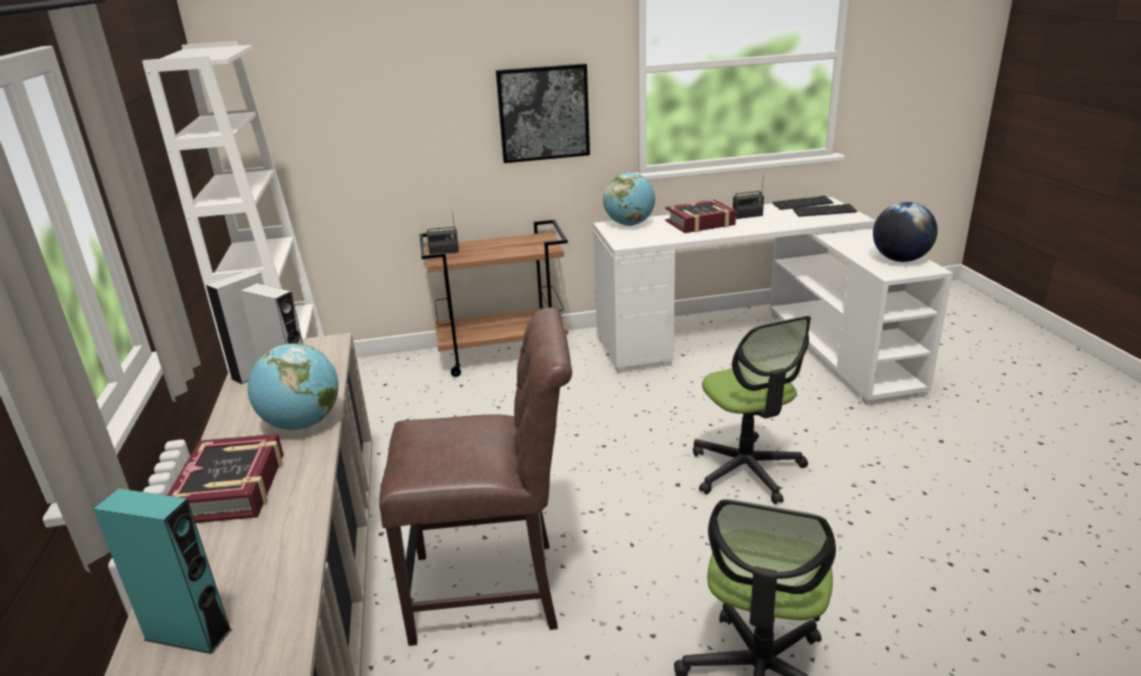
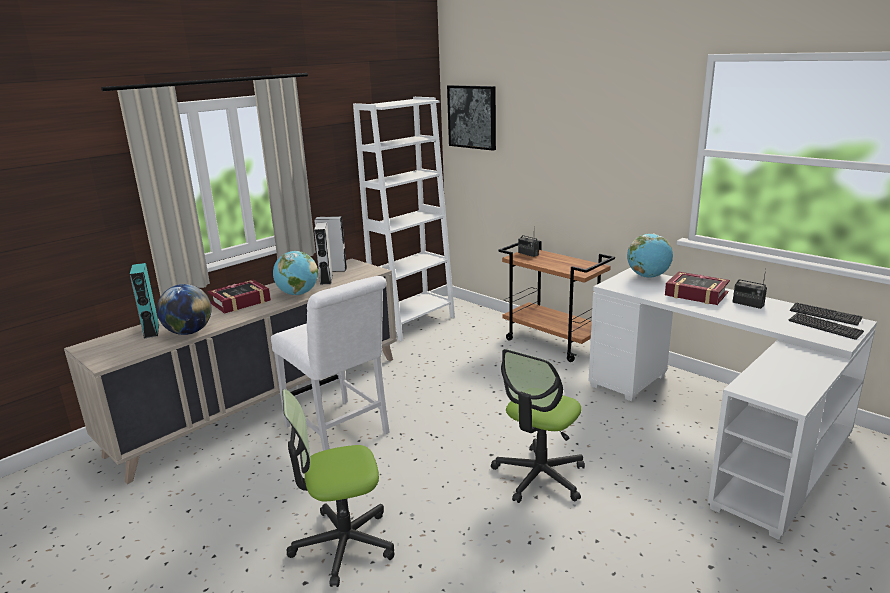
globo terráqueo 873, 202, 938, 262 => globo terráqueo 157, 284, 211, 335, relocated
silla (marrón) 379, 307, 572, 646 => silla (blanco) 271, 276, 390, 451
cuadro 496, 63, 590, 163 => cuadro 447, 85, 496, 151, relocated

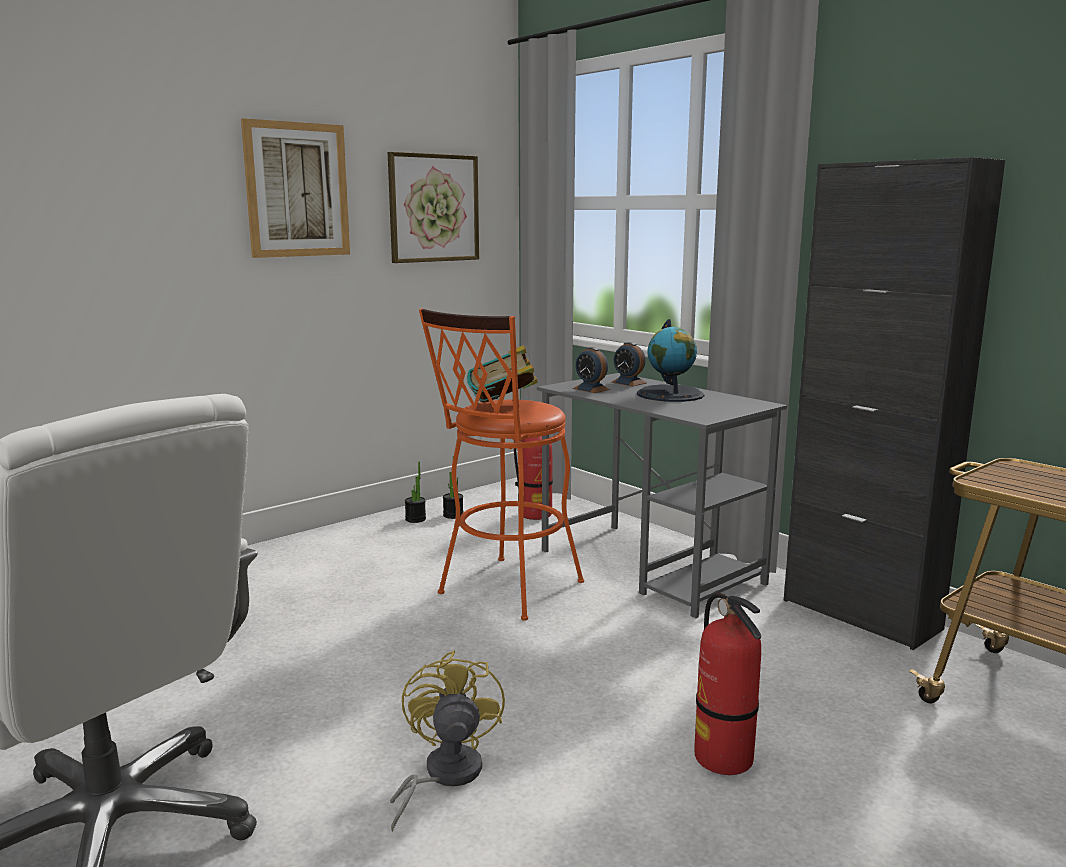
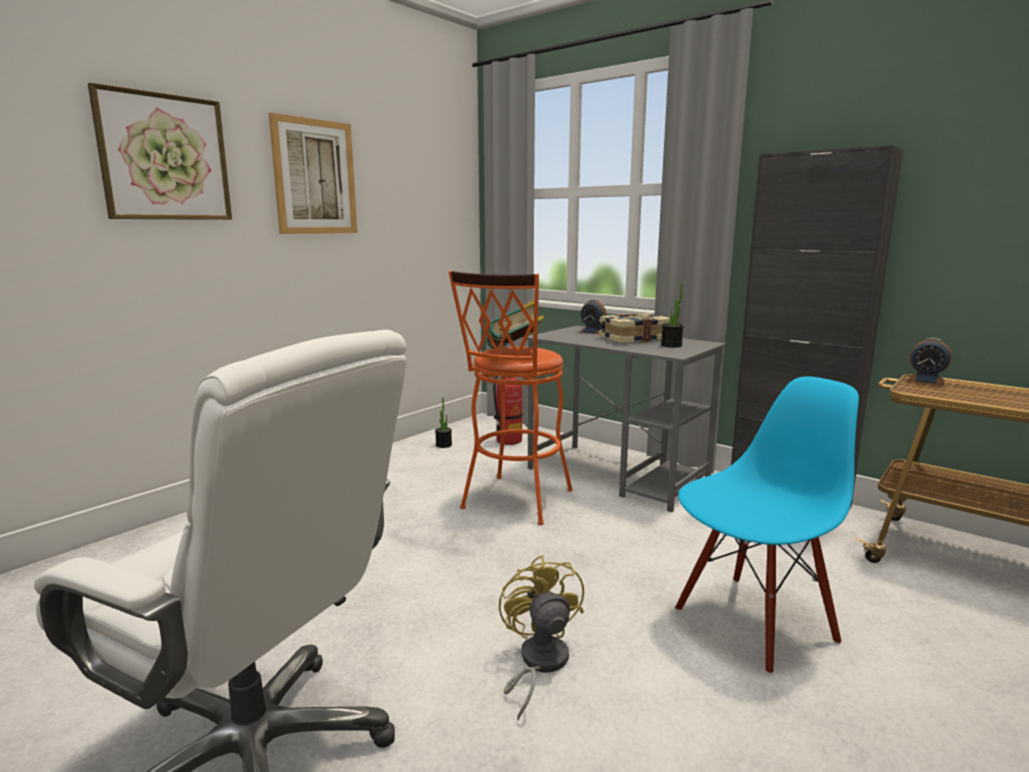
cuadro 388, 152, 479, 263 => cuadro 88, 83, 232, 220, relocated
globo terráqueo 637, 319, 705, 402 => libro 599, 313, 670, 343
planta en maceta 405, 461, 426, 523 => planta en maceta 661, 284, 684, 347, relocated
extintor 695, 593, 761, 775 => silla (azul) 675, 376, 859, 675
despertador 573, 347, 610, 393 => despertador 908, 338, 952, 385, relocated

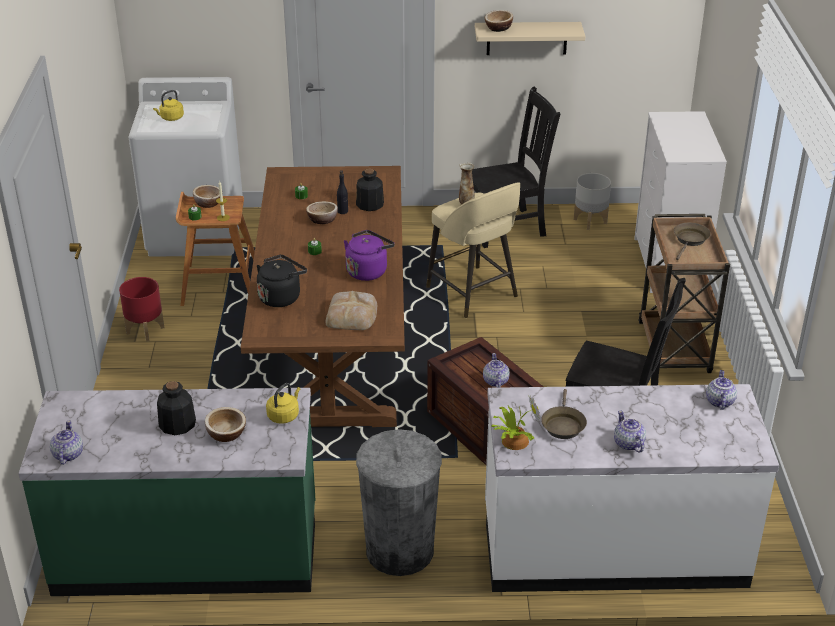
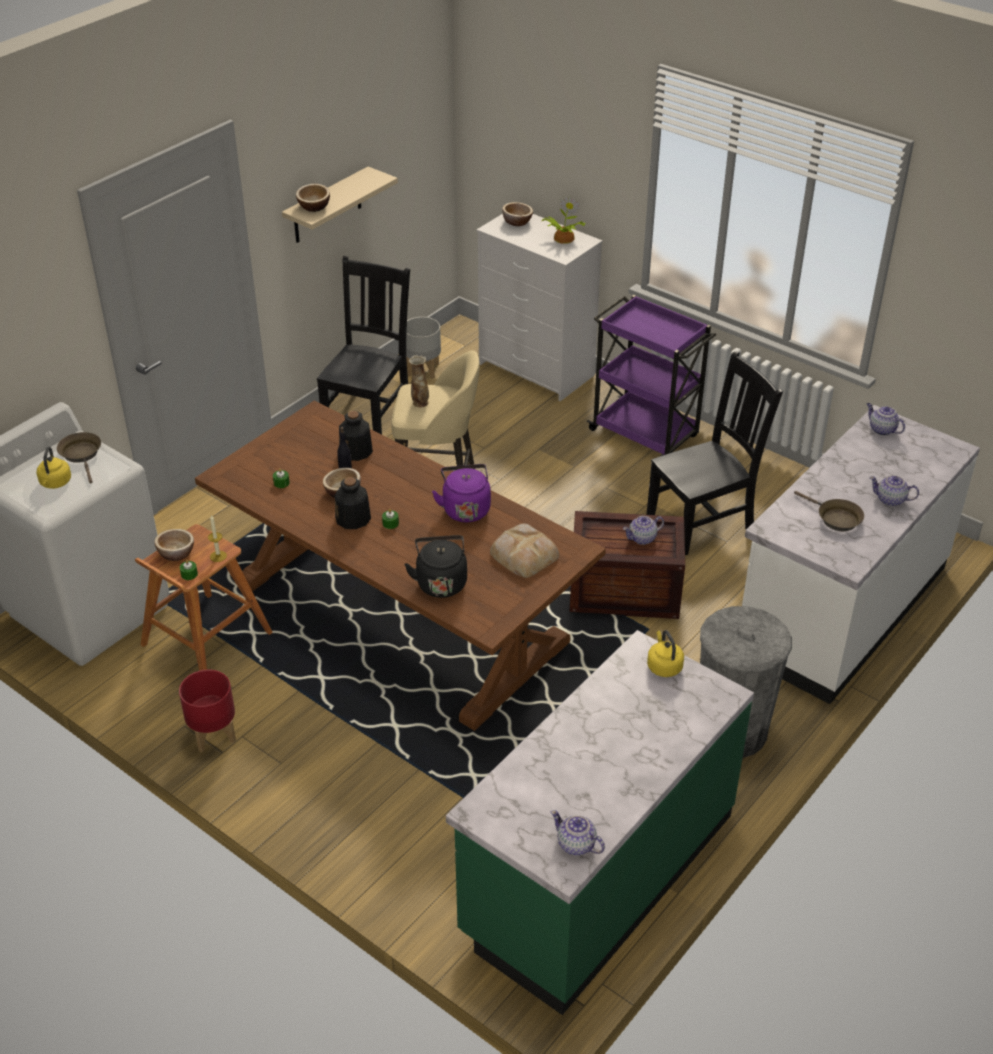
sartén (marrón) 674, 223, 711, 260 => sartén (marrón) 57, 432, 101, 483, relocated
botella 157, 381, 196, 435 => botella 335, 477, 371, 529, relocated
cuenco 205, 407, 246, 442 => cuenco 502, 202, 533, 226, relocated
planta en maceta 491, 396, 540, 450 => planta en maceta 542, 196, 585, 244, relocated
carrito (marrón) 638, 214, 730, 373 => carrito (morado) 586, 295, 716, 456
tetera 483, 353, 510, 388 => tetera 623, 516, 664, 545, 60 degrees counterclockwise

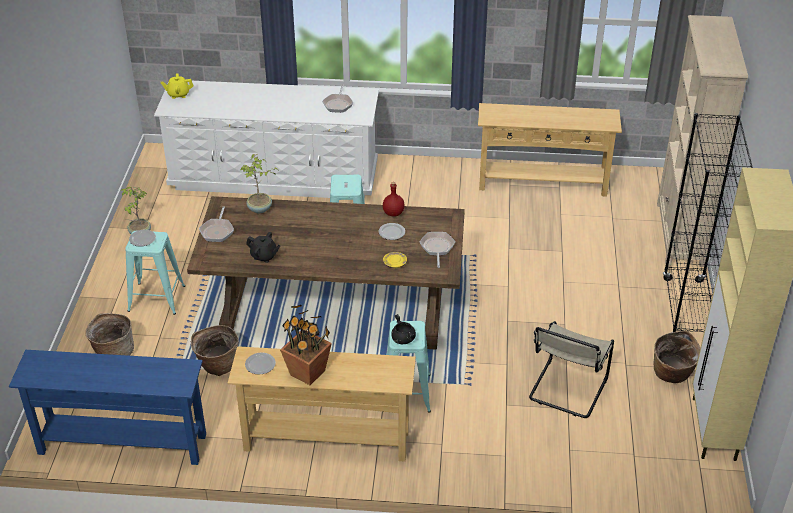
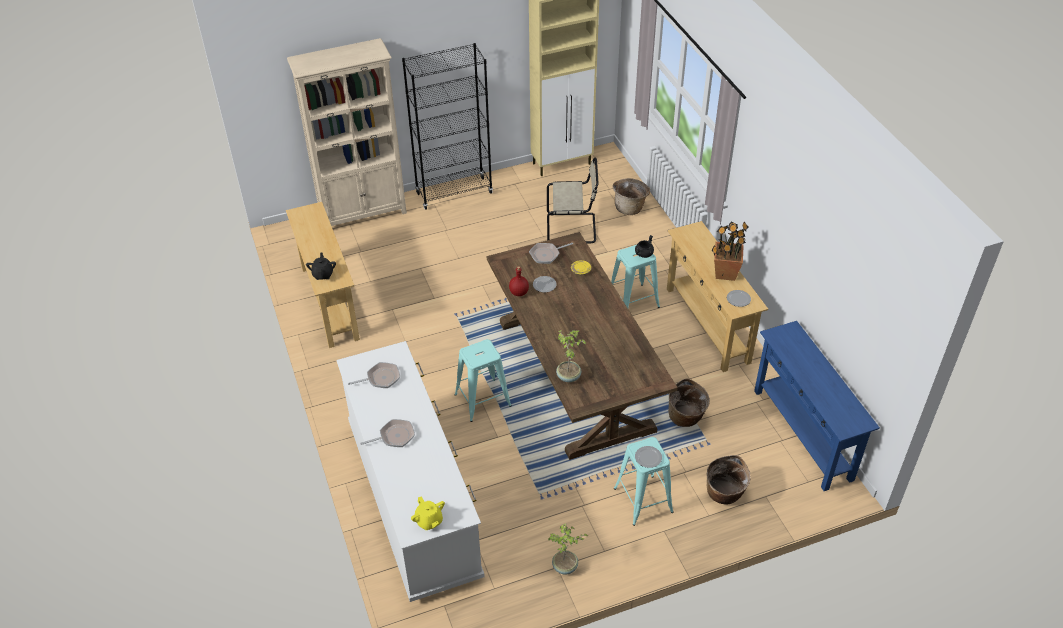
tetera (negro) 246, 232, 281, 263 => tetera (negro) 306, 252, 336, 280, relocated
sartén 199, 206, 234, 242 => sartén 360, 419, 415, 447, relocated
cesta 653, 331, 700, 383 => cesta 612, 178, 650, 215, relocated

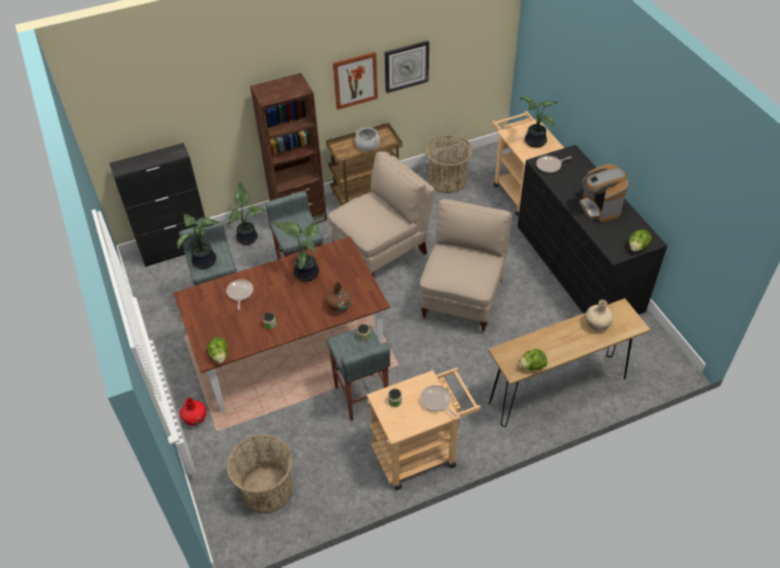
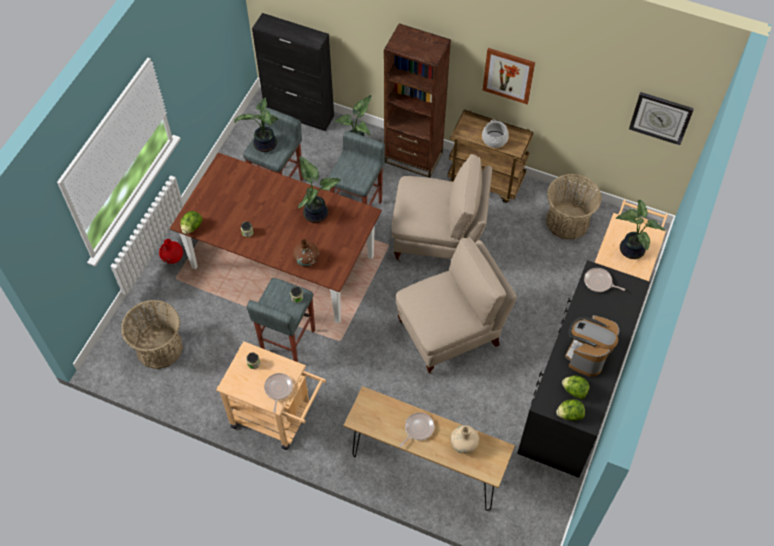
sartén 226, 279, 253, 310 => sartén 399, 412, 434, 447, relocated
lechuga 519, 349, 547, 370 => lechuga 562, 375, 590, 399, relocated
reloj de pared 385, 41, 429, 93 => reloj de pared 629, 92, 694, 145, relocated

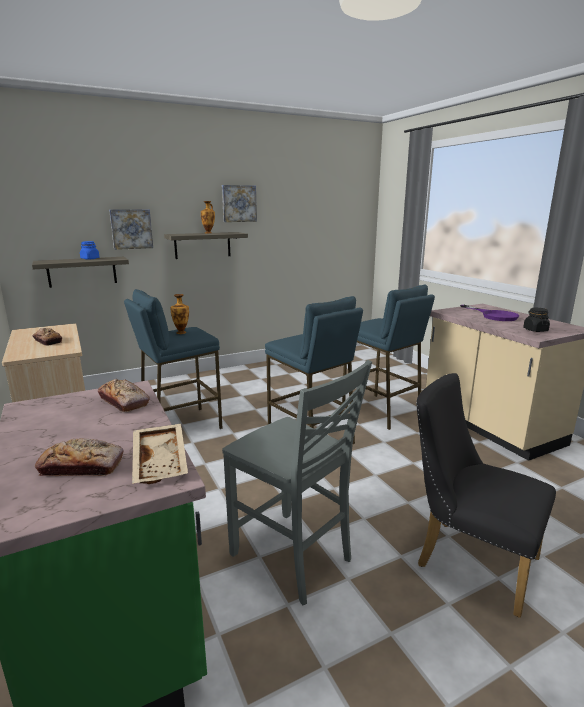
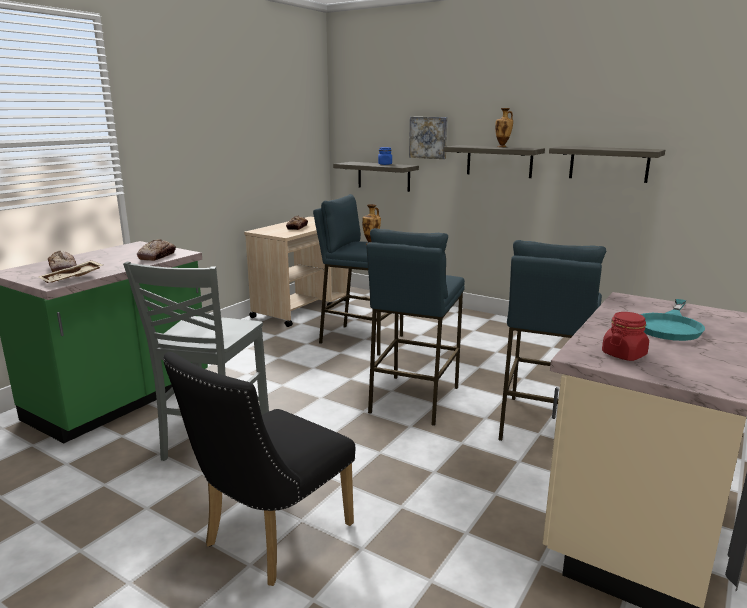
silla (negro) 416, 373, 556, 618 => silla (negro) 163, 352, 355, 586, 150 degrees counterclockwise
nothing => estante 549, 146, 665, 183
tarro (negro) 523, 308, 550, 332 => tarro (rojo) 602, 312, 649, 361
sartén (morado) 460, 305, 520, 321 => sartén (turquesa) 640, 299, 705, 341
cuadro 222, 185, 257, 222 => nothing

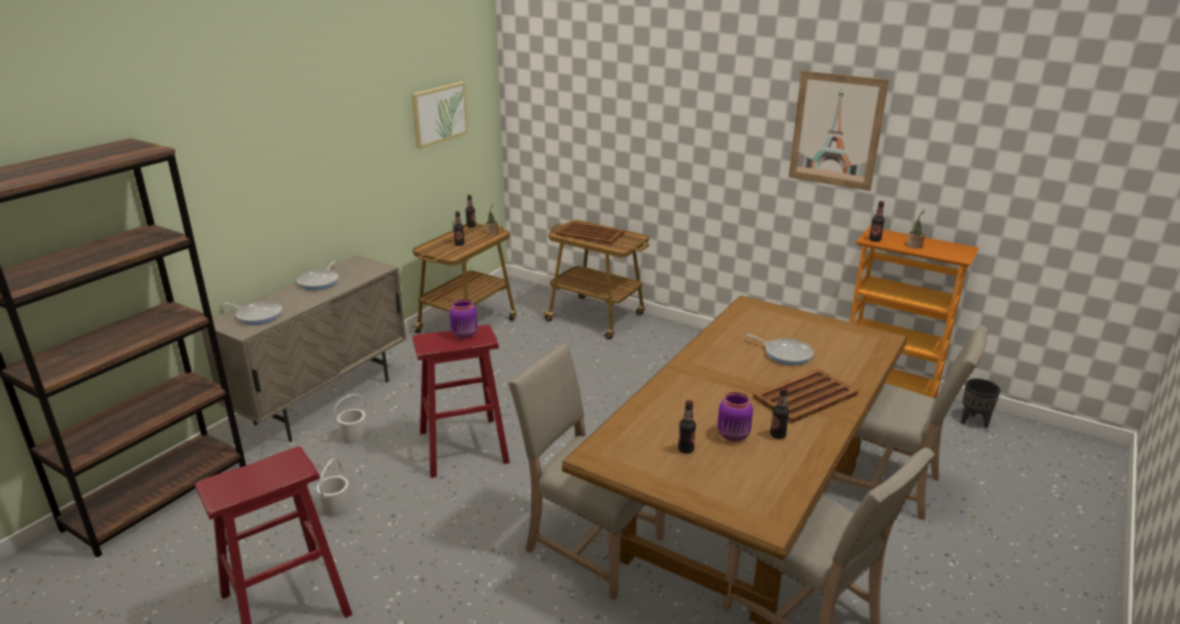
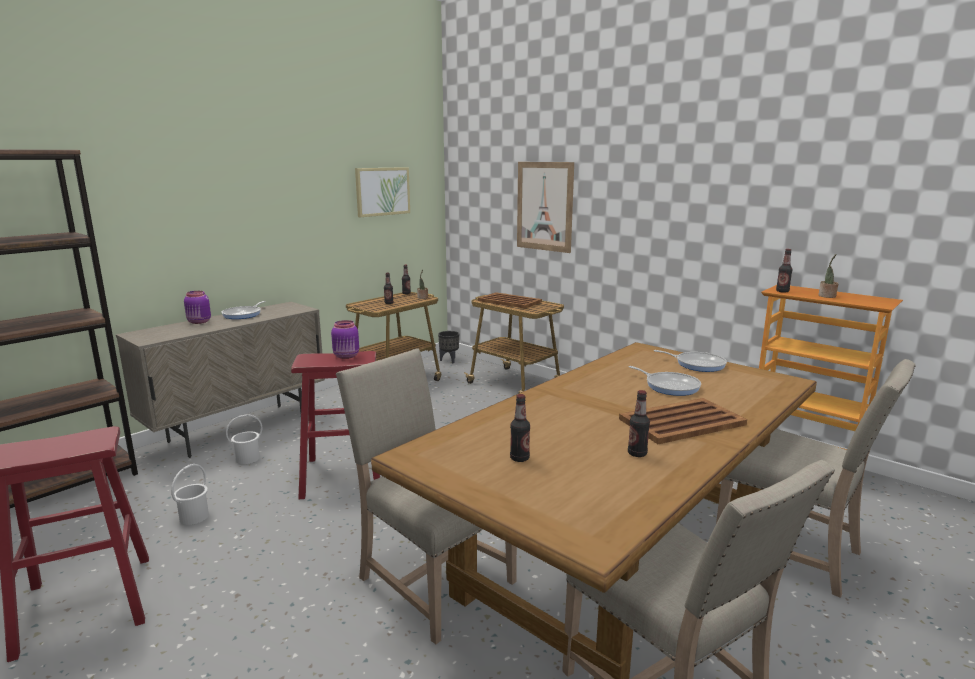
tarro (morado) 717, 392, 753, 442 => tarro (morado) 184, 291, 211, 324, relocated
maceta (negro) 961, 378, 1000, 428 => maceta (negro) 438, 331, 459, 363, relocated
cuadro 789, 71, 889, 191 => cuadro 517, 162, 574, 253, relocated
sartén 222, 301, 283, 325 => sartén 654, 350, 727, 372, relocated

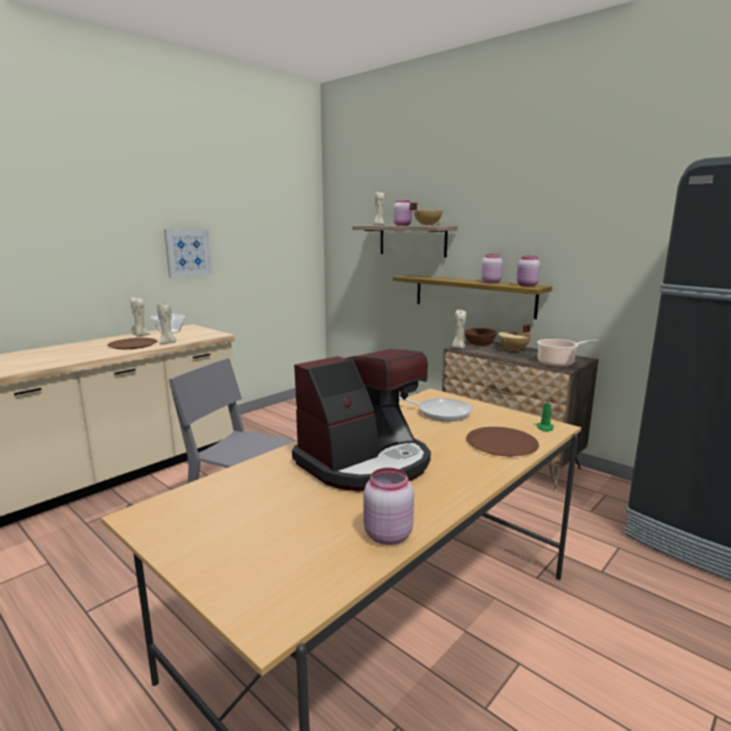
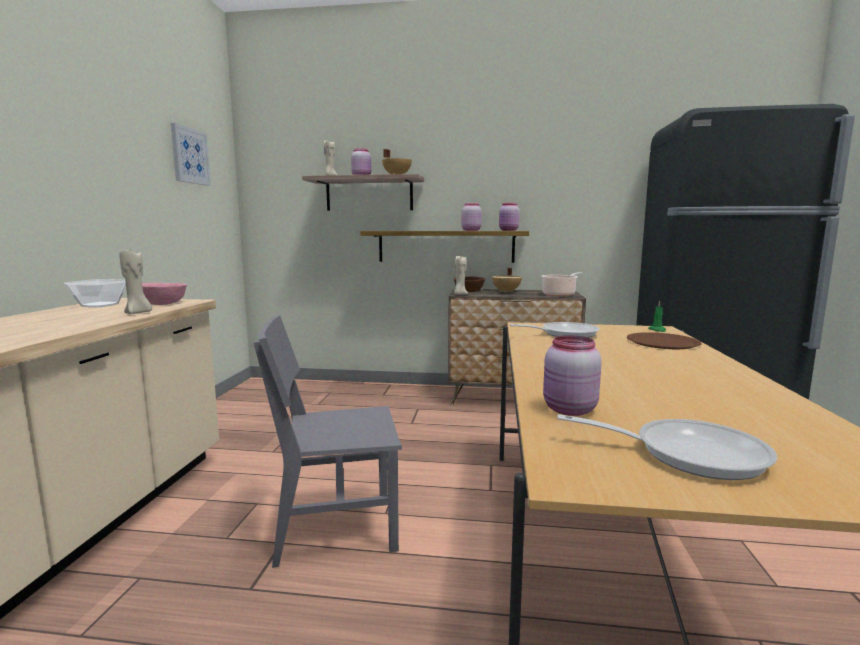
nothing => cuenco (rosa) 142, 283, 187, 305
cuadro 164, 229, 212, 278 => cuadro 171, 123, 211, 186, relocated
tarro (rosa) 364, 468, 414, 545 => tarro (rosa) 543, 335, 601, 416, relocated
nothing => sartén 557, 414, 777, 480
plato (marrón) 107, 338, 157, 349 => nothing
vela (beis) 131, 298, 150, 336 => nothing
cafetera 292, 349, 431, 491 => nothing

